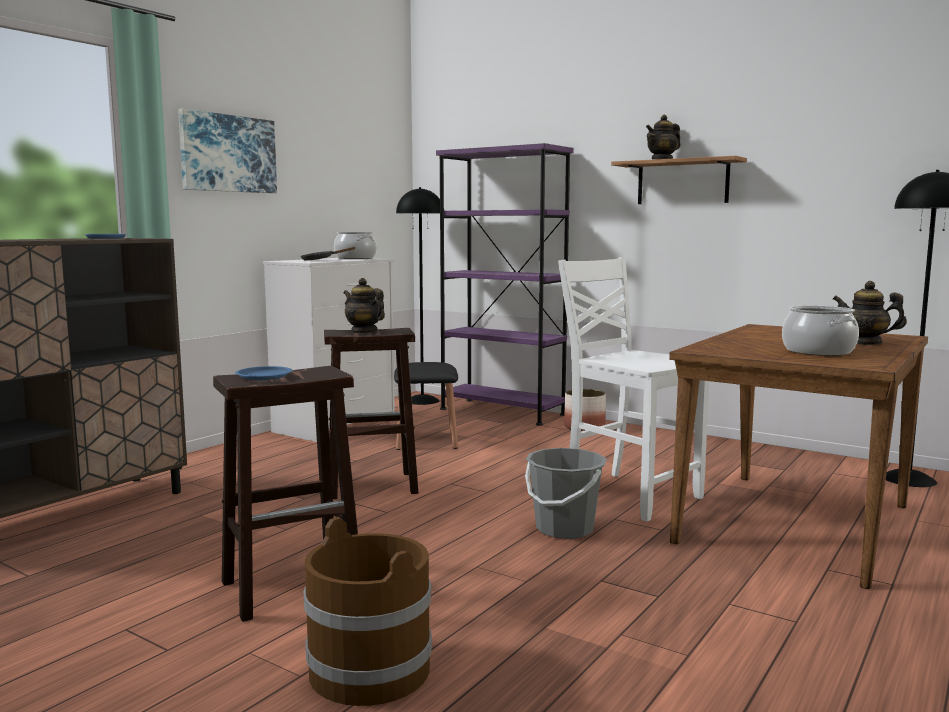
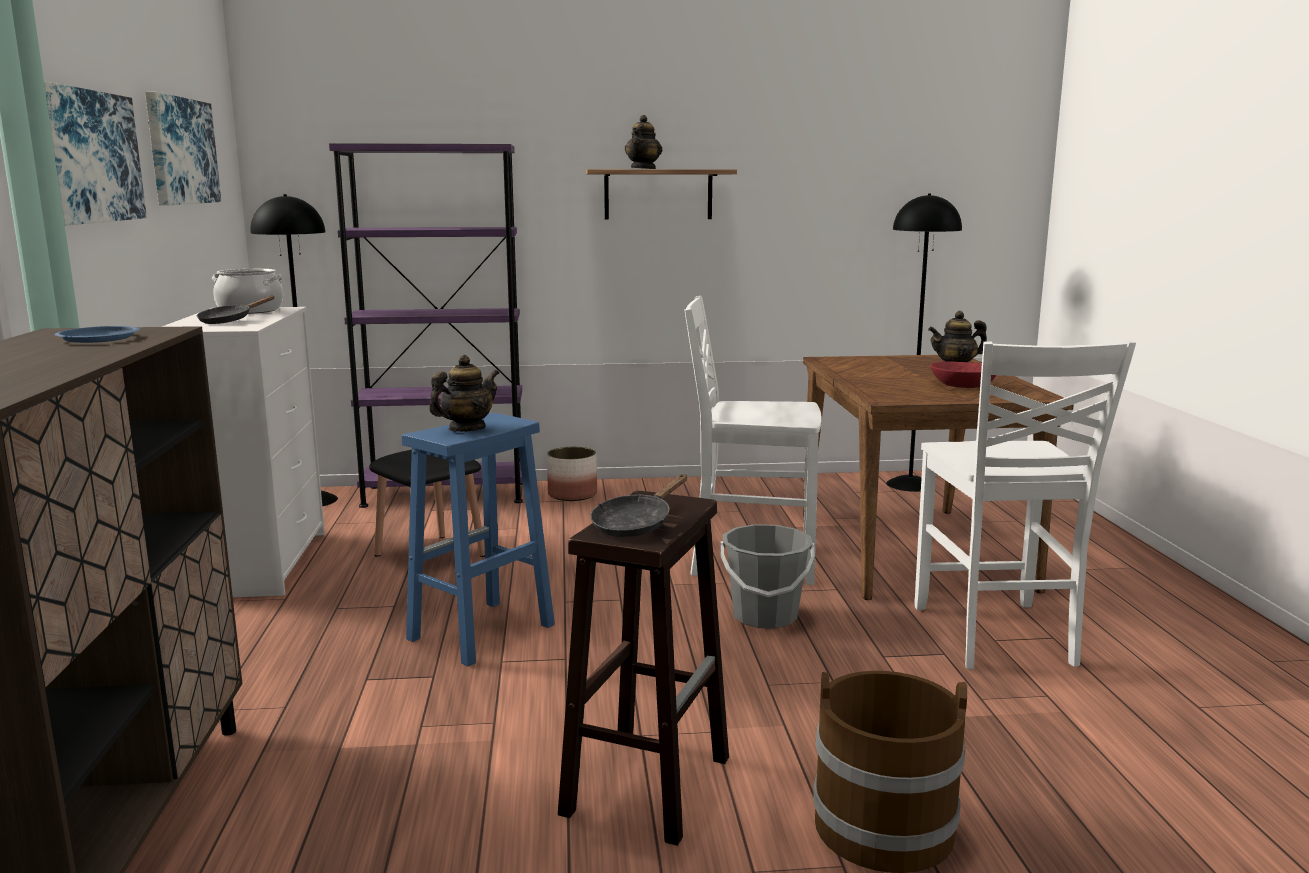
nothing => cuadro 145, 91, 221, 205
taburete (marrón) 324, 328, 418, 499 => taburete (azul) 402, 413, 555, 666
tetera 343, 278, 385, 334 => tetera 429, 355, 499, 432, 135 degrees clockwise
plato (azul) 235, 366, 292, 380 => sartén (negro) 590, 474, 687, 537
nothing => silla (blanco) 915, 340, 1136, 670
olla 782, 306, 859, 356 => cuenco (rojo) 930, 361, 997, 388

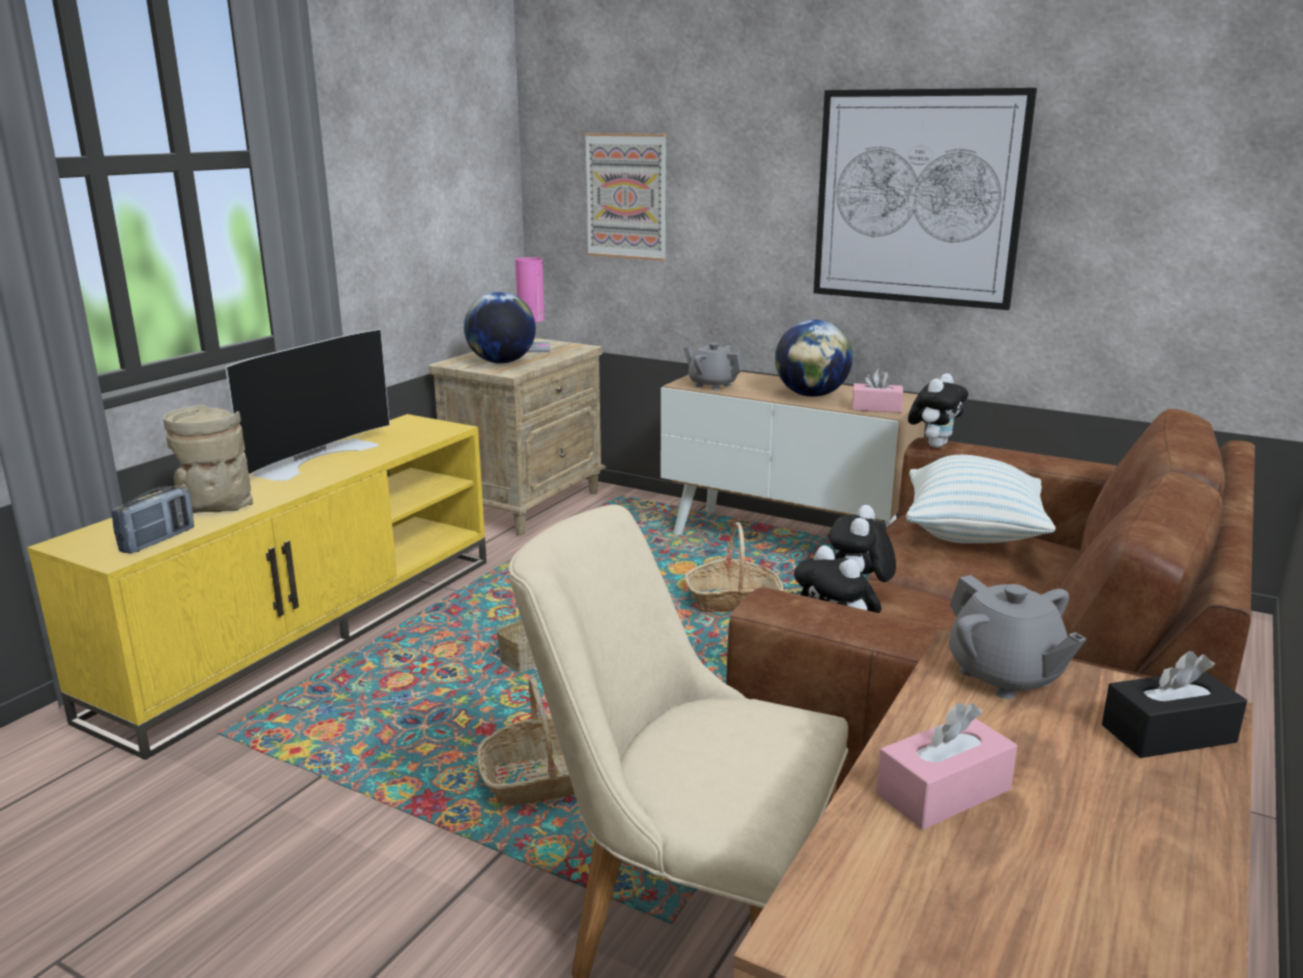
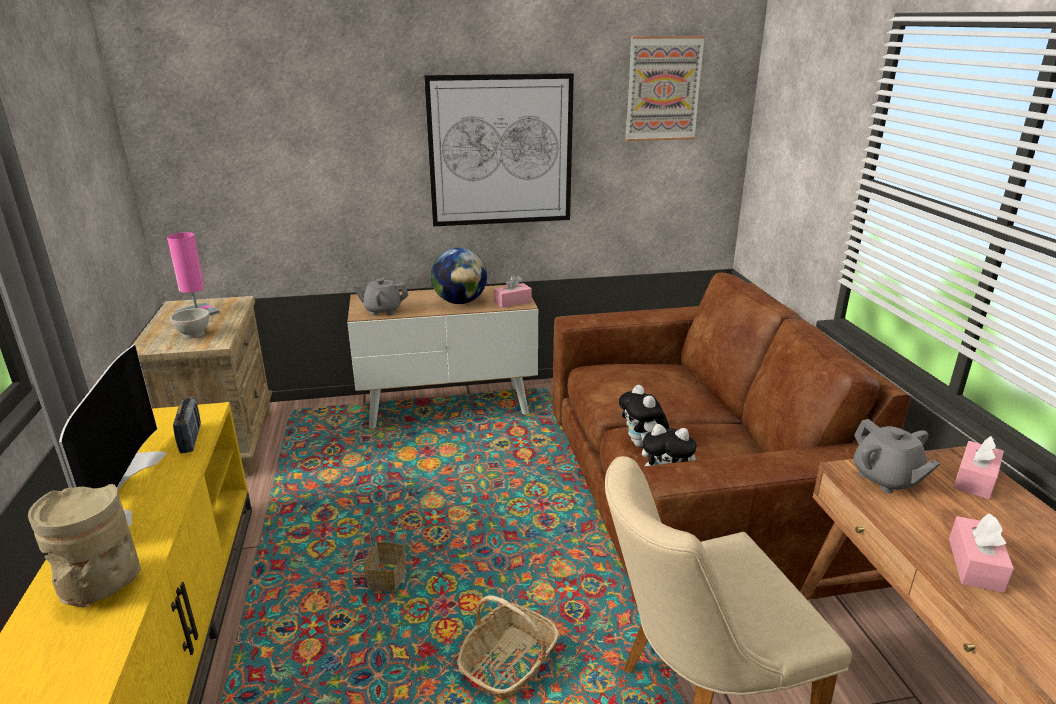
globo terráqueo 464, 292, 536, 364 => cuenco (blanco) 170, 308, 210, 339
radio 111, 485, 194, 554 => radio 173, 396, 201, 453, relocated
cuadro 584, 133, 667, 261 => cuadro 625, 36, 705, 141, relocated
tetera (gris) 949, 575, 1086, 699 => tetera (gris) 854, 419, 940, 493, 45 degrees clockwise
caja de pañuelos (negro) 1102, 651, 1247, 758 => caja de pañuelos (rosa) 953, 436, 1004, 500
cesta 685, 522, 784, 612 => nothing
cojín 906, 455, 1056, 543 => nothing
peluche 908, 373, 968, 448 => nothing

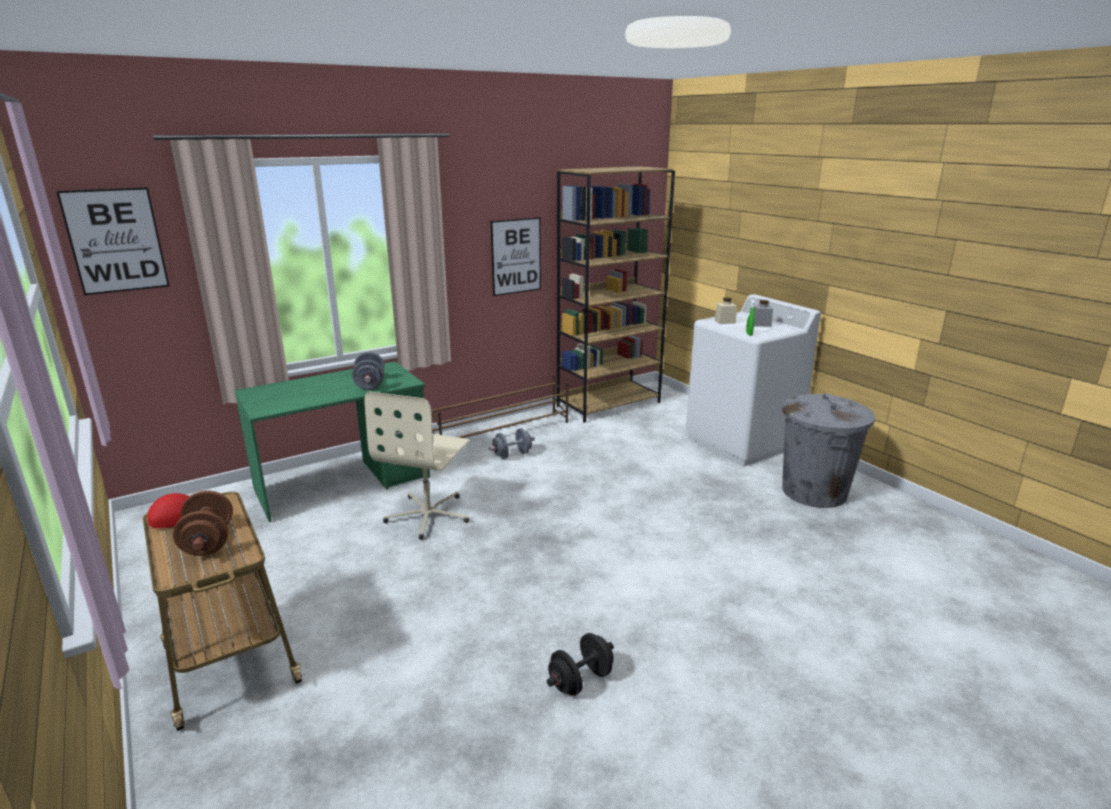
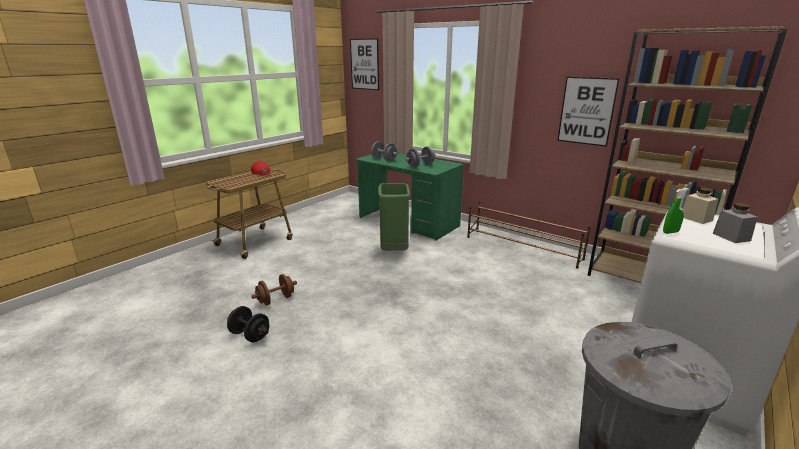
mancuerna (marrón) 173, 491, 233, 556 => mancuerna (marrón) 251, 274, 297, 305, relocated
mancuerna (gris) 489, 428, 535, 459 => mancuerna (gris) 371, 141, 398, 162, relocated
silla de oficina (beis) 364, 392, 470, 539 => papelera (verde) 378, 183, 410, 251

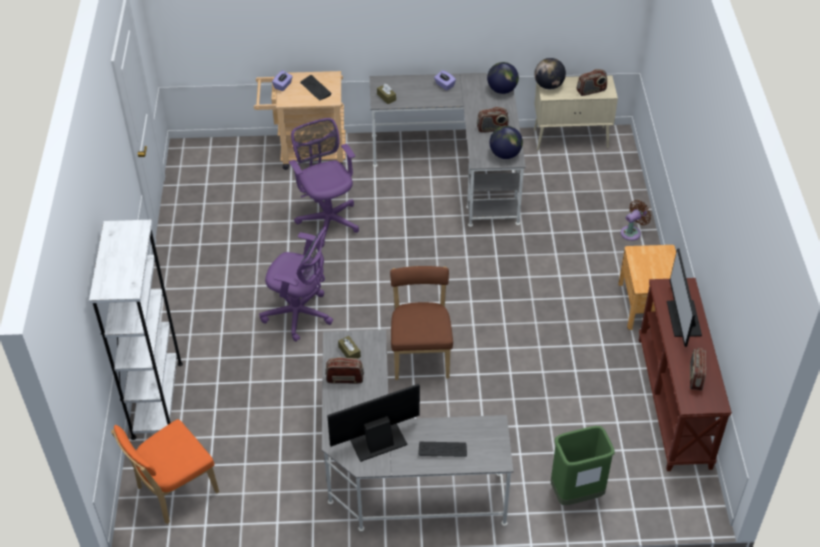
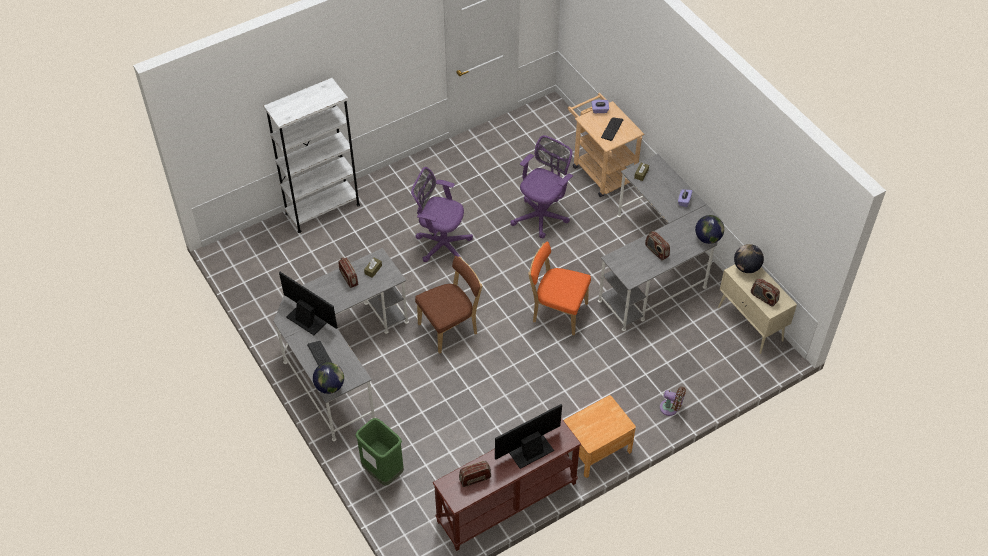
globo terráqueo 490, 126, 523, 159 => globo terráqueo 313, 362, 344, 394, relocated
silla de oficina (morado) 259, 226, 333, 342 => silla de oficina (morado) 411, 167, 473, 262, 120 degrees clockwise
silla (naranja) 111, 419, 219, 524 => silla (naranja) 528, 242, 591, 335, relocated

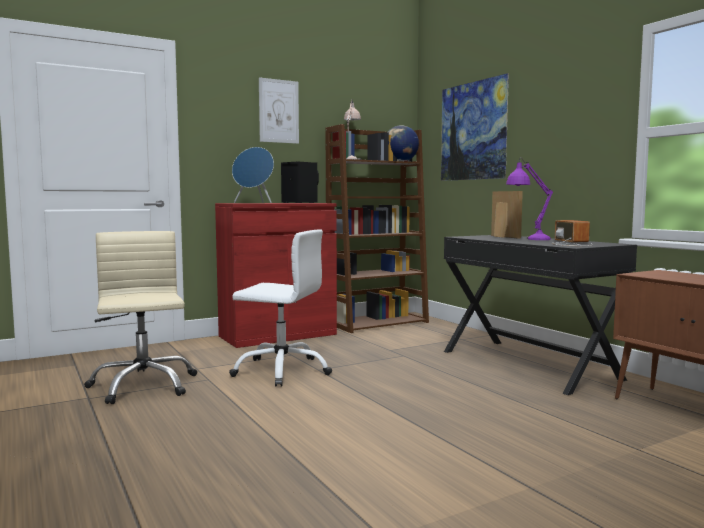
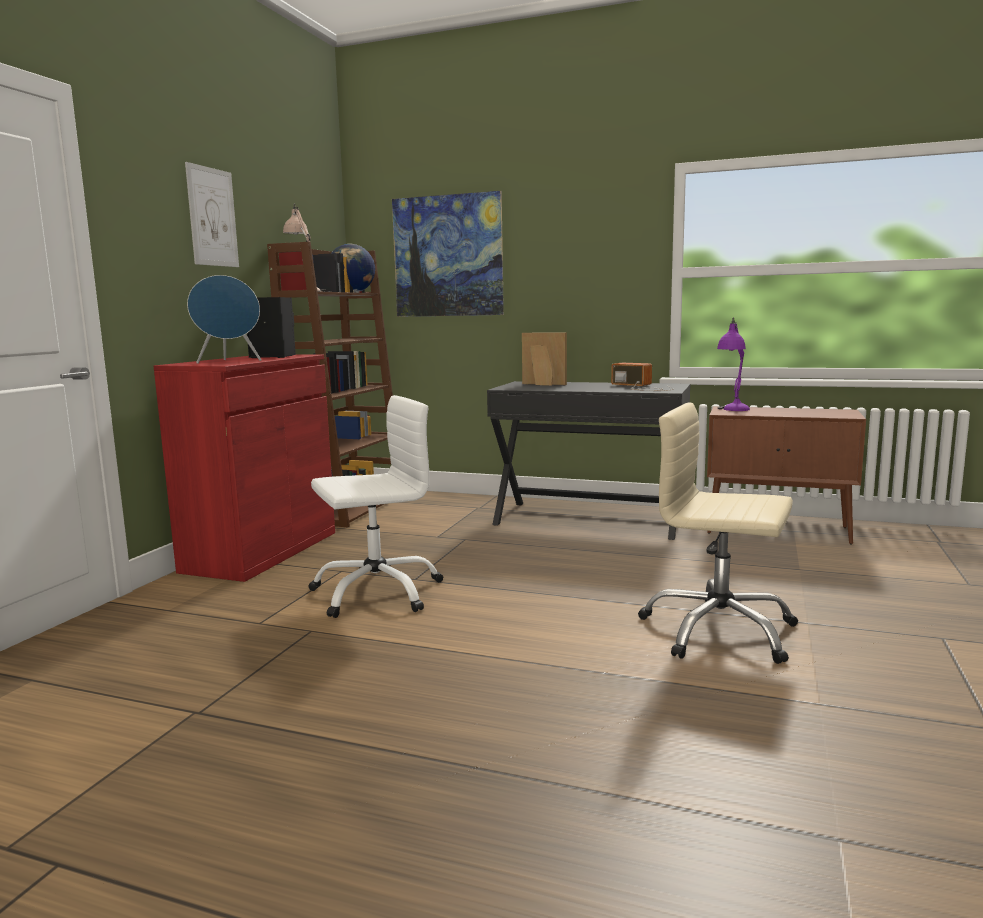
silla de oficina (beis) 84, 231, 197, 404 => silla de oficina (beis) 638, 402, 798, 664, relocated
lámpara de mesa (morado) 506, 157, 553, 240 => lámpara de mesa (morado) 717, 317, 750, 411, relocated

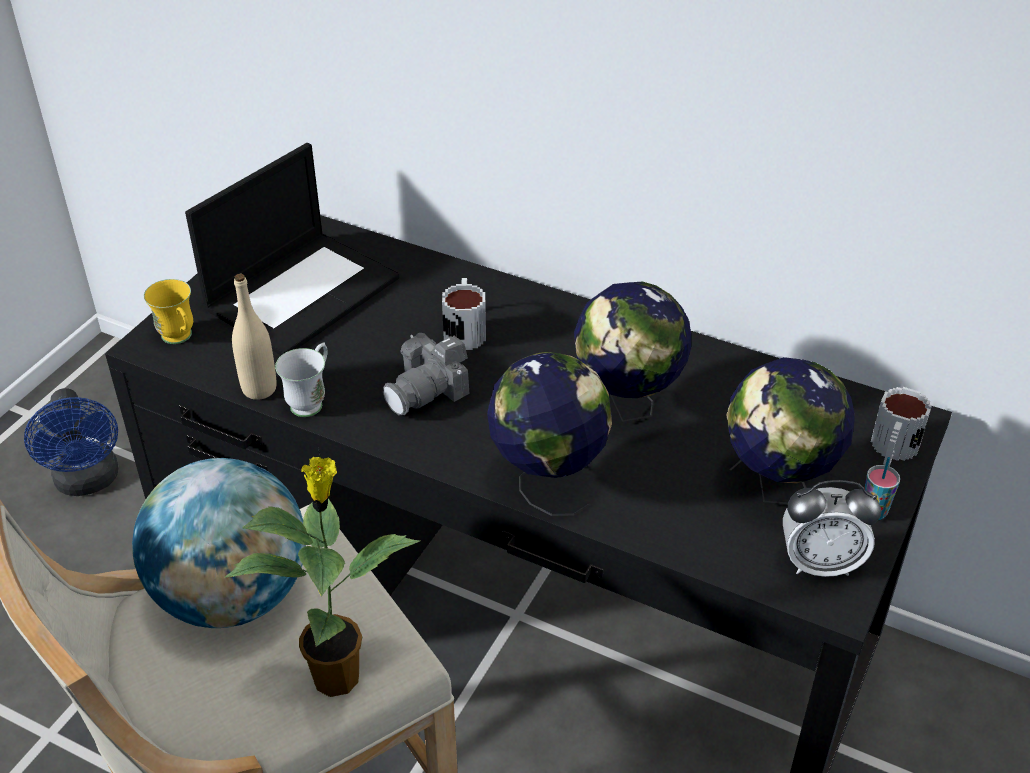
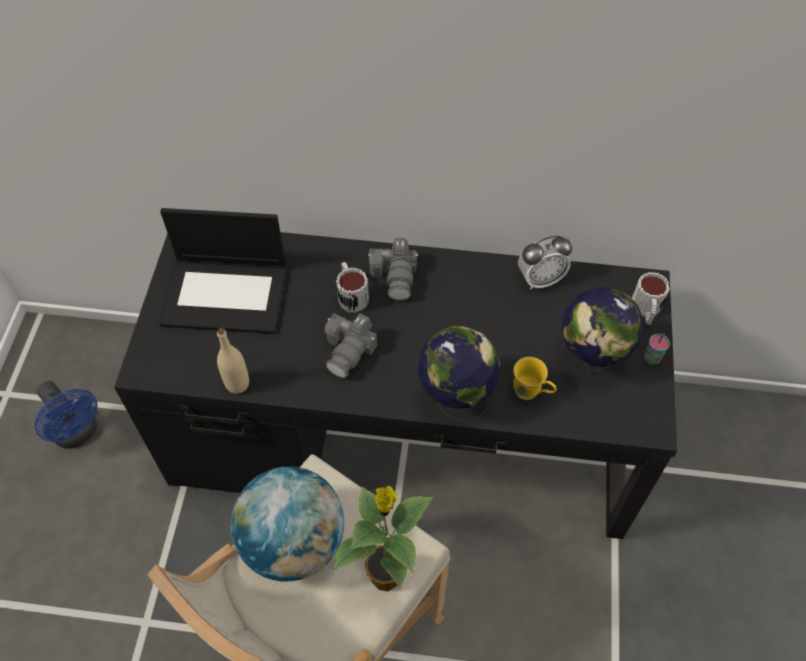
portátil 185, 143, 399, 355 => portátil 160, 208, 287, 334, 75 degrees clockwise
nothing => cámara 368, 238, 418, 300
taza grande (amarillo) 144, 279, 193, 344 => taza grande (amarillo) 513, 357, 557, 400, relocated
despertador 783, 480, 881, 577 => despertador 518, 236, 572, 289, relocated
taza grande (blanco) 275, 342, 328, 417 => nothing
globo terráqueo 574, 282, 691, 422 => nothing

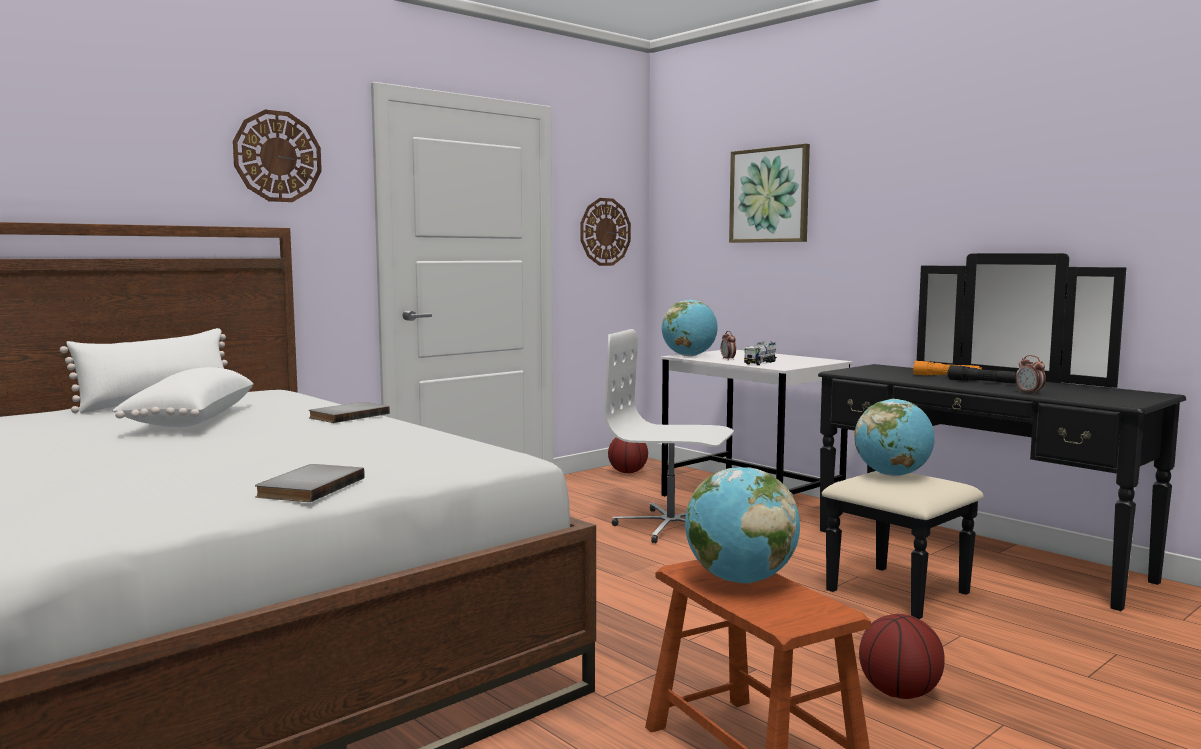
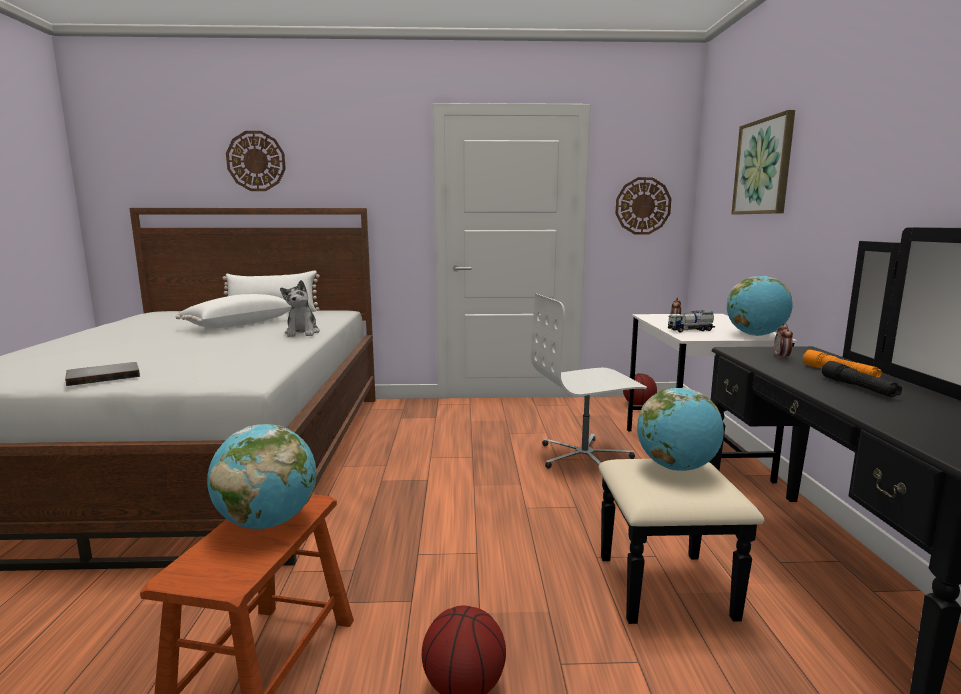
reloj de pared 233, 110, 322, 202 => reloj de pared 226, 131, 286, 191, relocated
libro (gris) 309, 402, 390, 423 => peluche 280, 280, 320, 337
silla de oficina (blanco) 604, 329, 734, 543 => silla de oficina (blanco) 531, 294, 647, 469, 75 degrees counterclockwise
globo terráqueo 662, 300, 718, 356 => globo terráqueo 727, 276, 793, 336, relocated
despertador 1016, 355, 1046, 395 => despertador 774, 323, 793, 359, relocated

